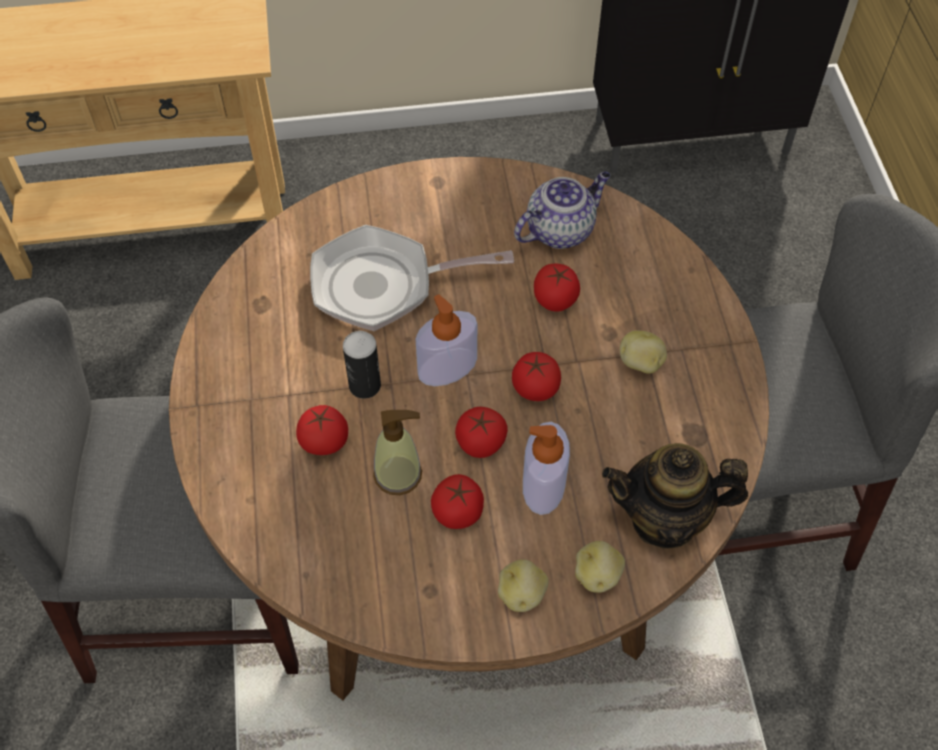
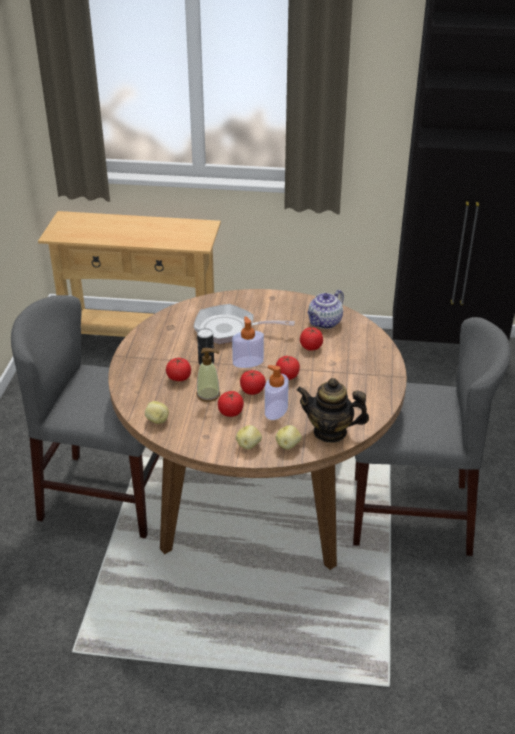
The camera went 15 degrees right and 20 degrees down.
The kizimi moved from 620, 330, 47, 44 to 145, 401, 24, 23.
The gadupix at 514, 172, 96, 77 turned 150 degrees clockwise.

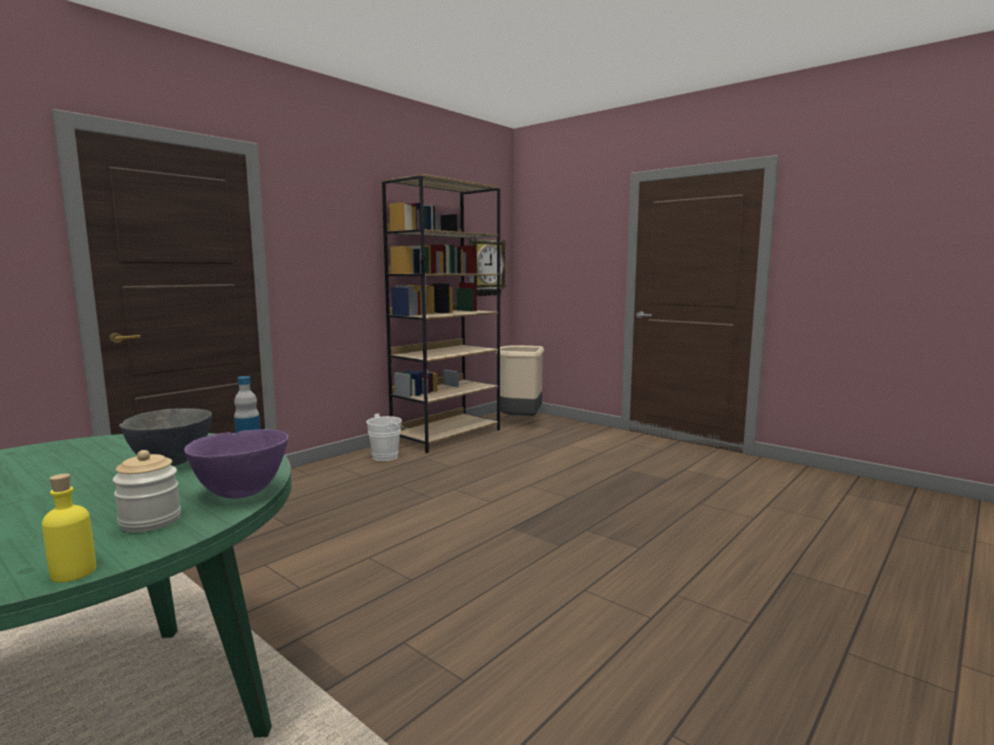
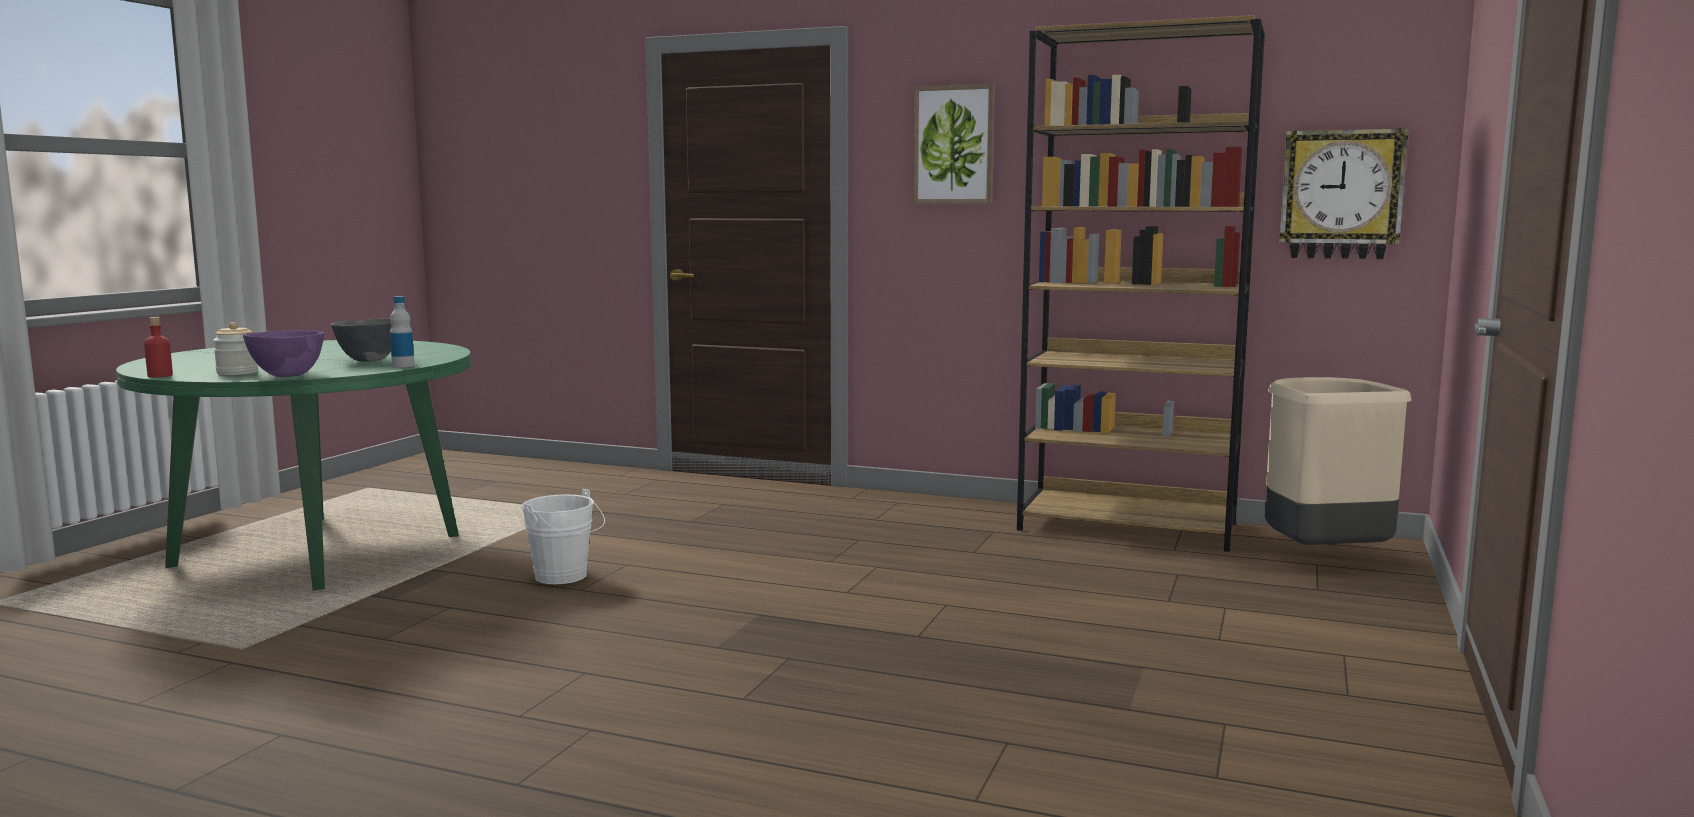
The camera went 70 degrees right and 0 degrees up.
The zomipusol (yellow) at 42, 474, 54, 109 became the zomipusol (red) at 144, 317, 29, 60.
The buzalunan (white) moved from 366, 413, 42, 48 to 521, 489, 84, 95.
The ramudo at 913, 84, 82, 120 appeared.

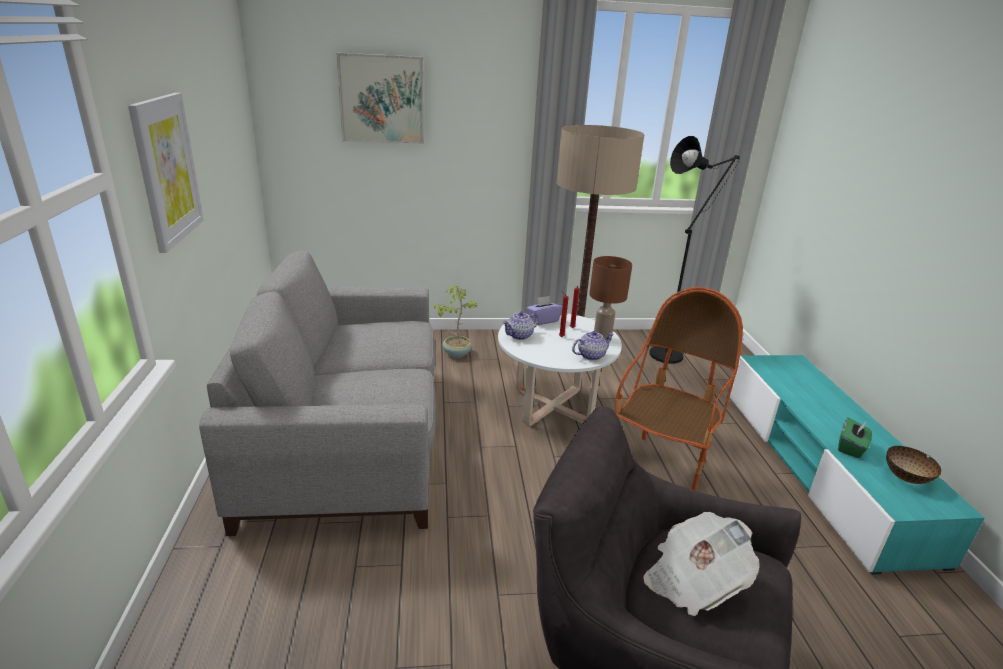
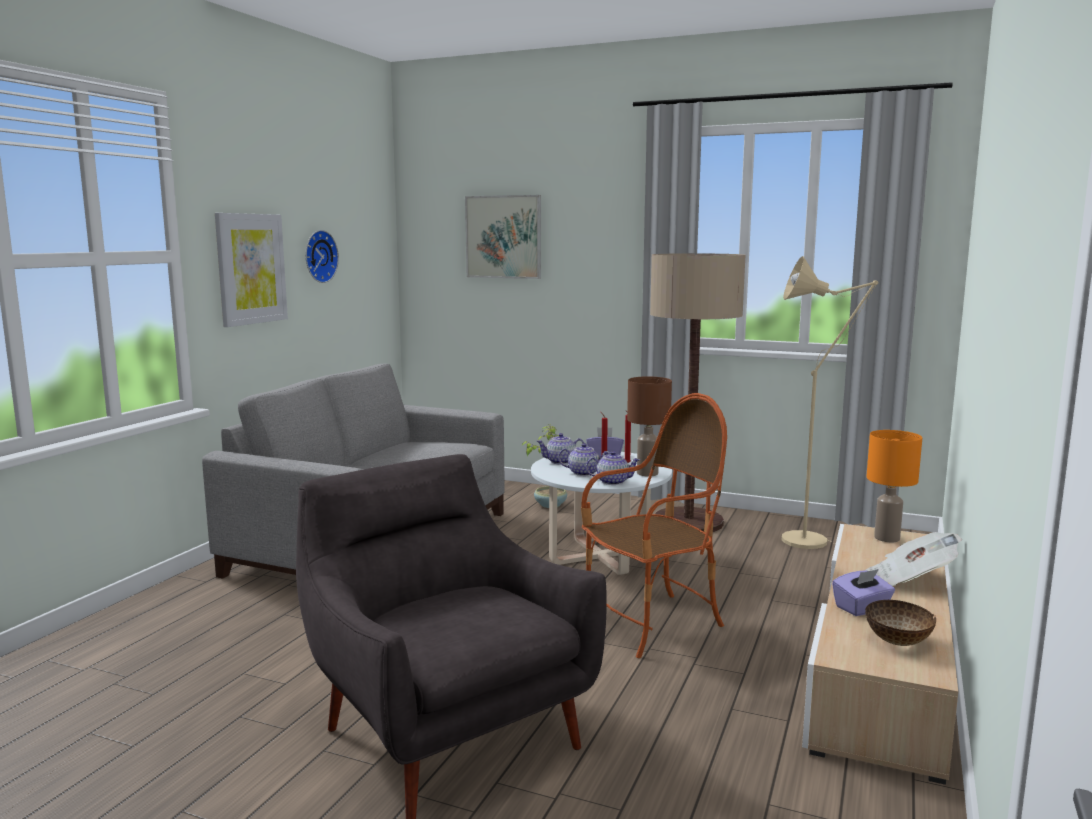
The camera went 30 degrees right and 15 degrees down.
The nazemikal at 305, 230, 34, 53 appeared.
The gadupix at 558, 443, 52, 33 appeared.
The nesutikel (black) at 650, 136, 90, 228 became the nesutikel (beige) at 782, 256, 96, 293.
The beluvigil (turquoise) at 730, 355, 254, 220 became the beluvigil (beige) at 802, 524, 156, 261.
The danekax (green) at 838, 417, 34, 41 became the danekax (purple) at 832, 569, 63, 47.
The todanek moved from 643, 512, 117, 104 to 865, 532, 97, 54.
The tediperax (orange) at 866, 430, 56, 112 appeared.

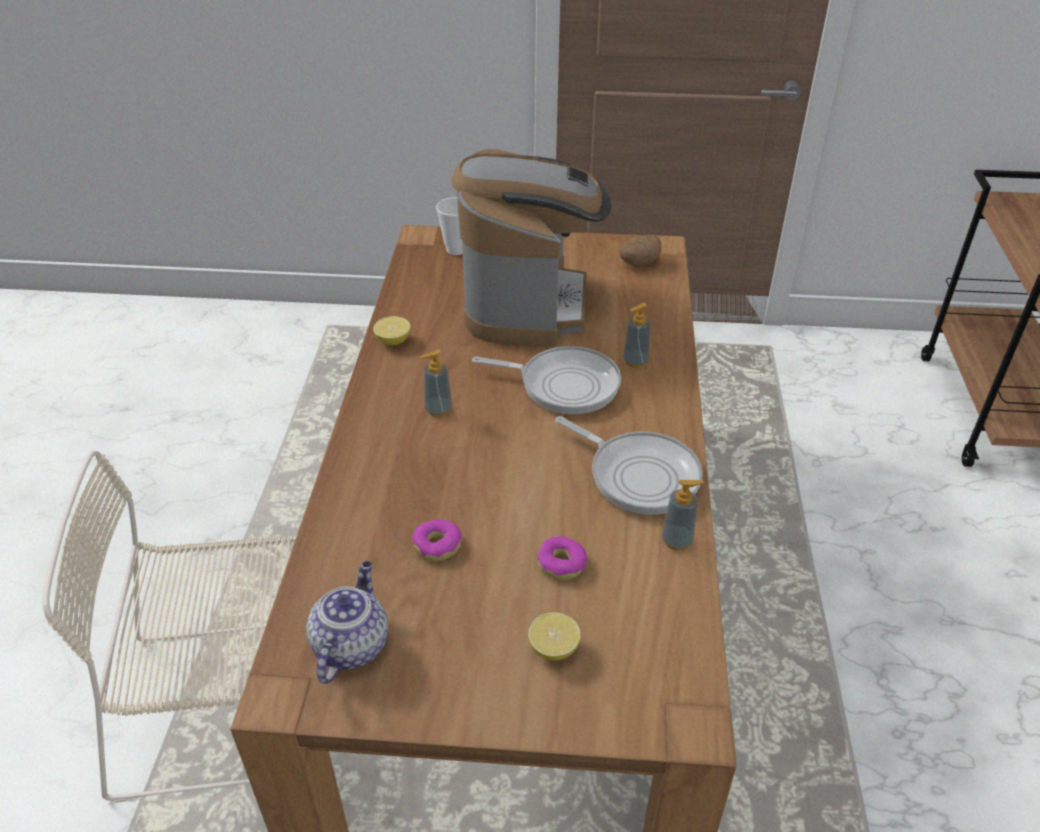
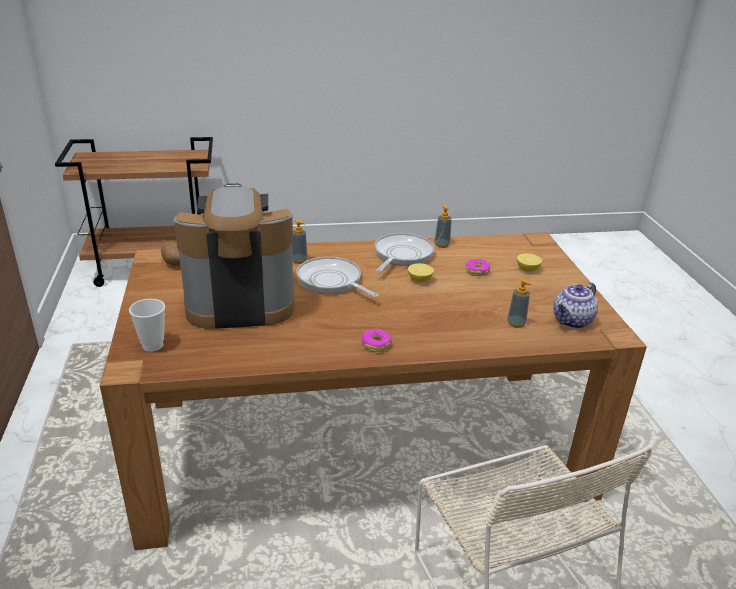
The camera went 105 degrees left and 10 degrees down.
The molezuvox at 472, 346, 149, 68 turned 45 degrees counterclockwise.
The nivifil moved from 412, 519, 50, 42 to 361, 329, 31, 23.
The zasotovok moved from 373, 316, 38, 29 to 408, 263, 26, 19.
The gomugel moved from 421, 350, 31, 67 to 507, 278, 26, 50.
The gadupix at 306, 561, 82, 123 turned 45 degrees counterclockwise.

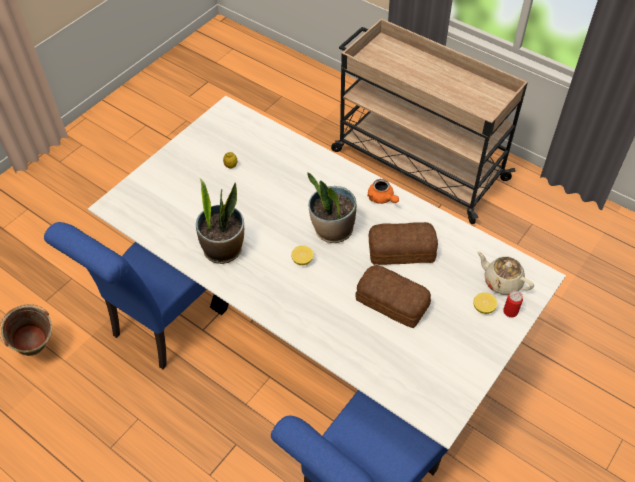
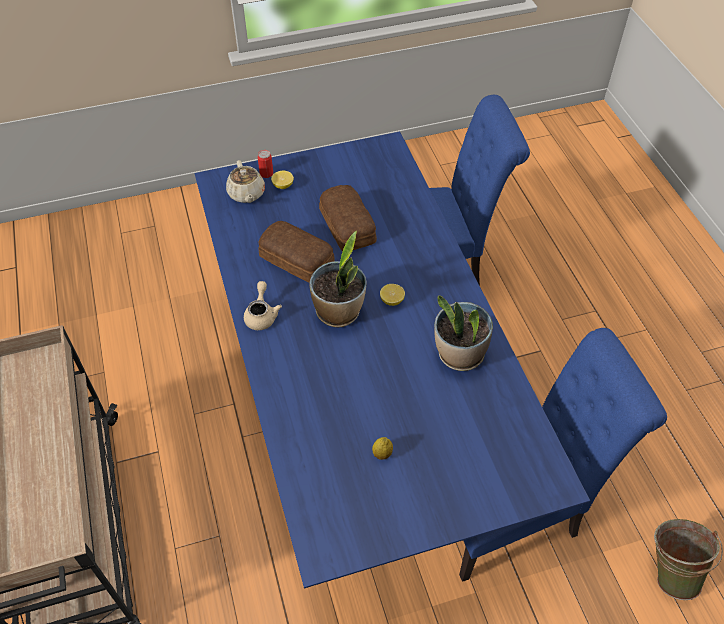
The camera went 145 degrees left and 0 degrees up.
The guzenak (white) at 88, 96, 478, 354 became the guzenak (blue) at 194, 131, 396, 457.
The gadupix (orange) at 367, 179, 32, 25 became the gadupix (beige) at 244, 281, 38, 49.

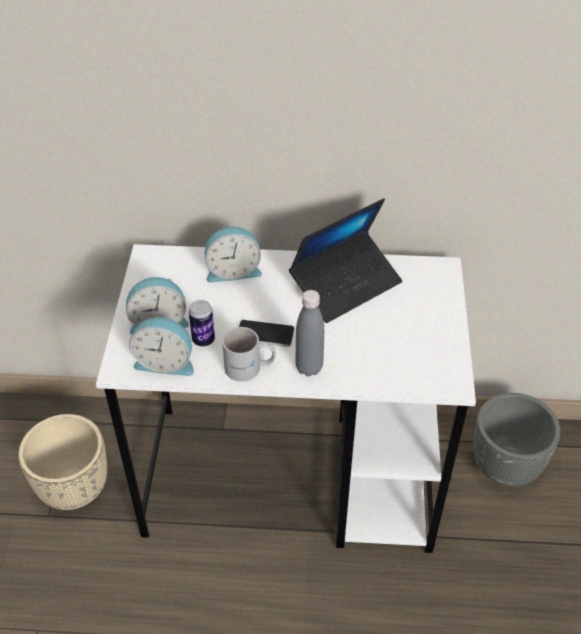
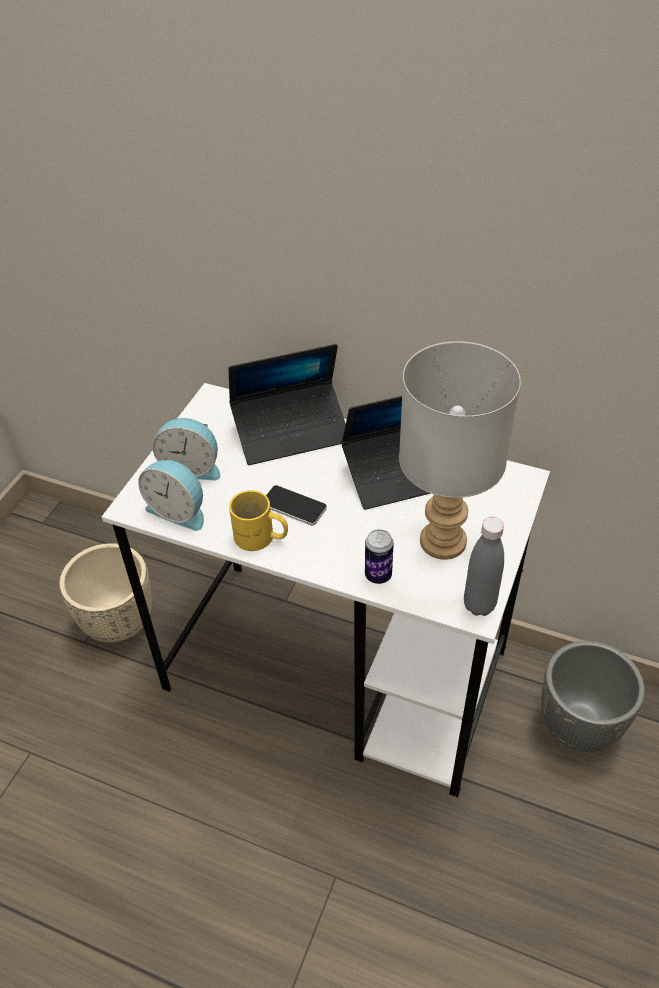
The camera went 20 degrees right and 0 degrees up.
The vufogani at 205, 227, 57, 55 was replaced by the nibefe at 228, 344, 118, 121.
The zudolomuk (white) at 222, 327, 54, 55 became the zudolomuk (yellow) at 229, 490, 59, 61.
The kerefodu moved from 189, 300, 26, 47 to 365, 529, 29, 55.
The tediperax (grey) at 399, 341, 122, 219 appeared.
The zomipusol (grey) moved from 295, 290, 29, 86 to 464, 517, 40, 99.

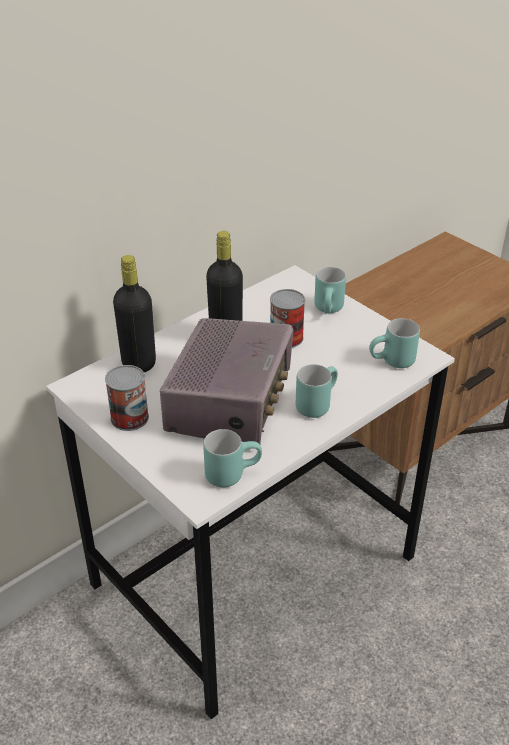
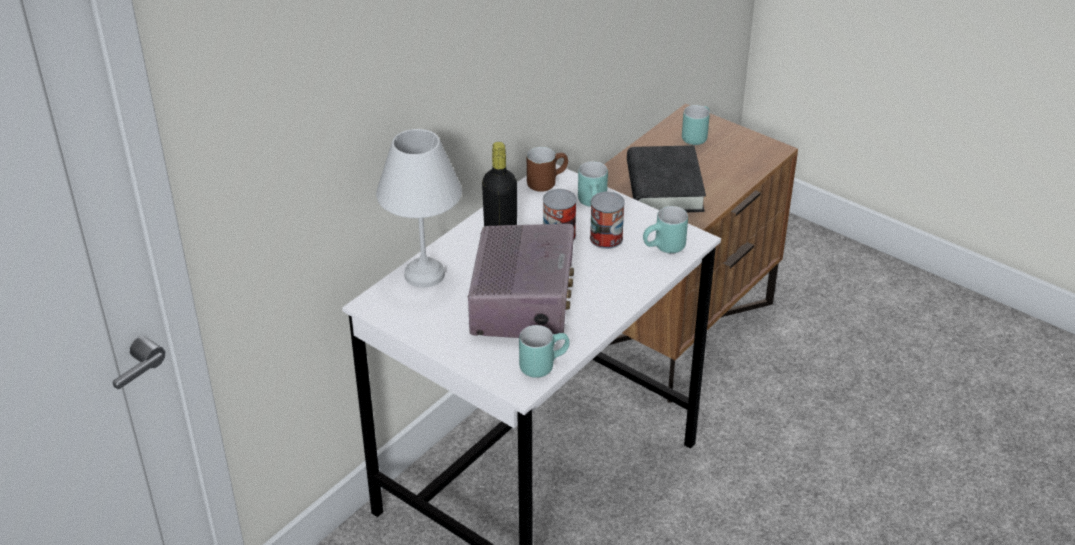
The camera went 10 degrees left and 0 degrees up.
The zomipusol (black) at 113, 255, 43, 117 was replaced by the tediperax (white) at 376, 129, 86, 159.
The zudolomuk (brown) at 527, 147, 41, 45 appeared.
The kerefodu moved from 105, 365, 44, 66 to 590, 192, 35, 57.
The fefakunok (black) at 627, 145, 79, 67 appeared.
The zudolomuk (turquoise) moved from 296, 364, 42, 54 to 682, 105, 28, 40.

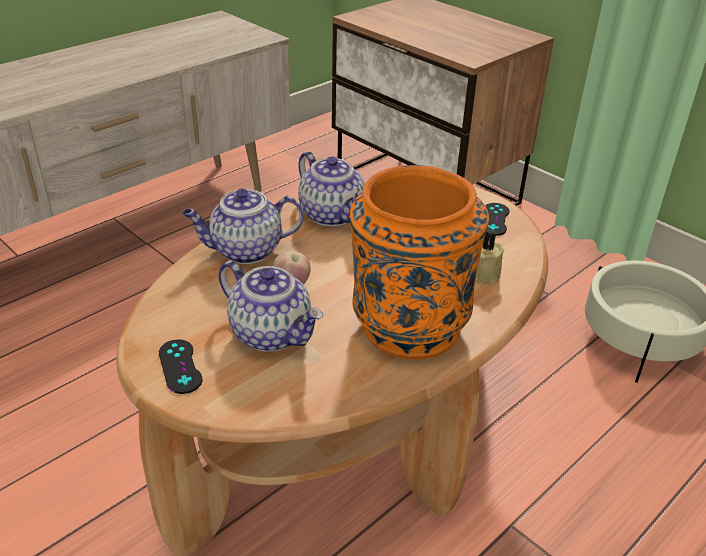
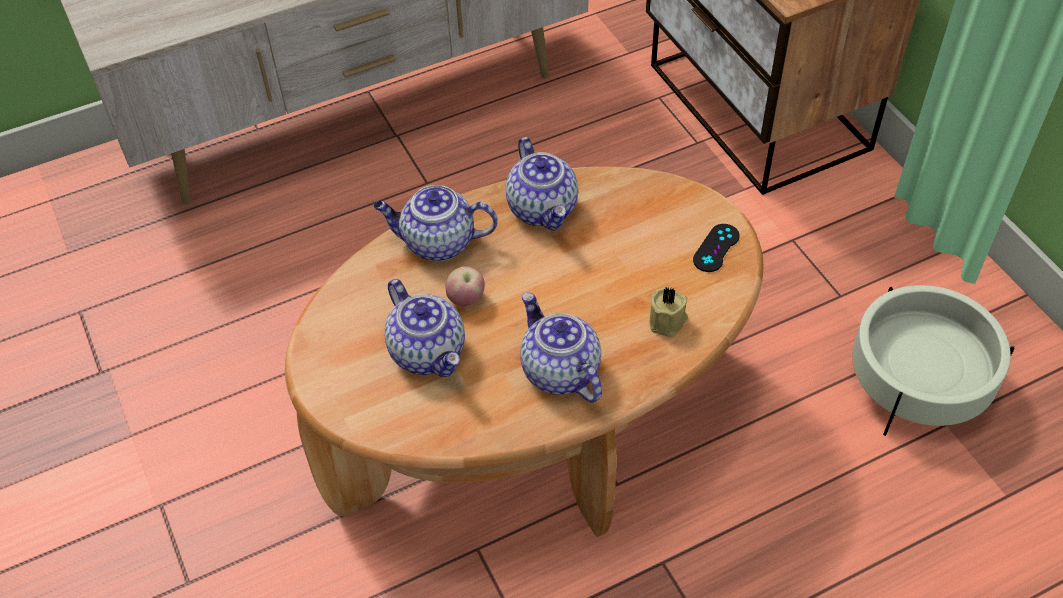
The camera went 20 degrees right and 15 degrees up.
The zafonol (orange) at 350, 165, 139, 194 was replaced by the gadupix at 520, 292, 82, 110.
The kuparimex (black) at 159, 339, 44, 55 disappeared.

